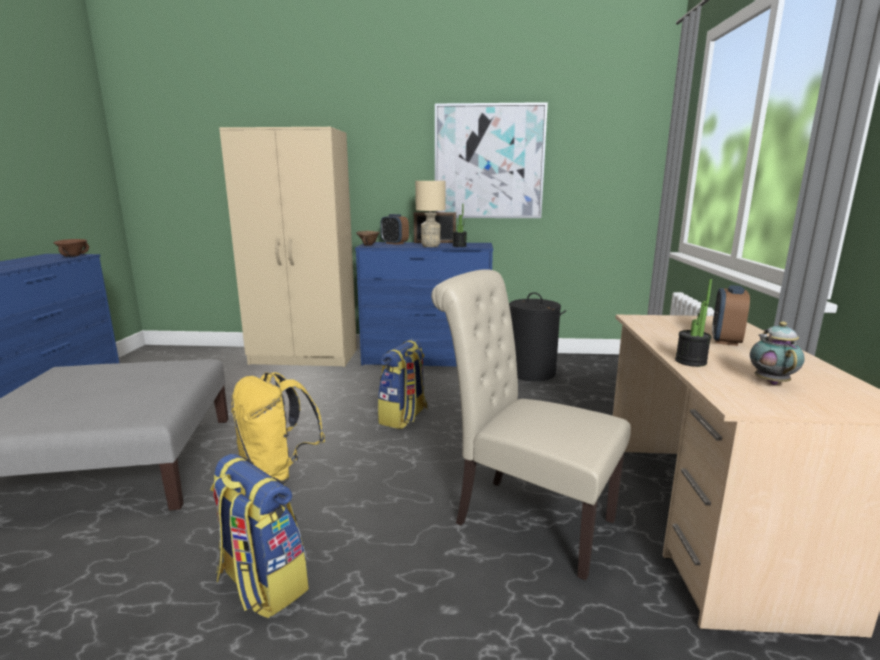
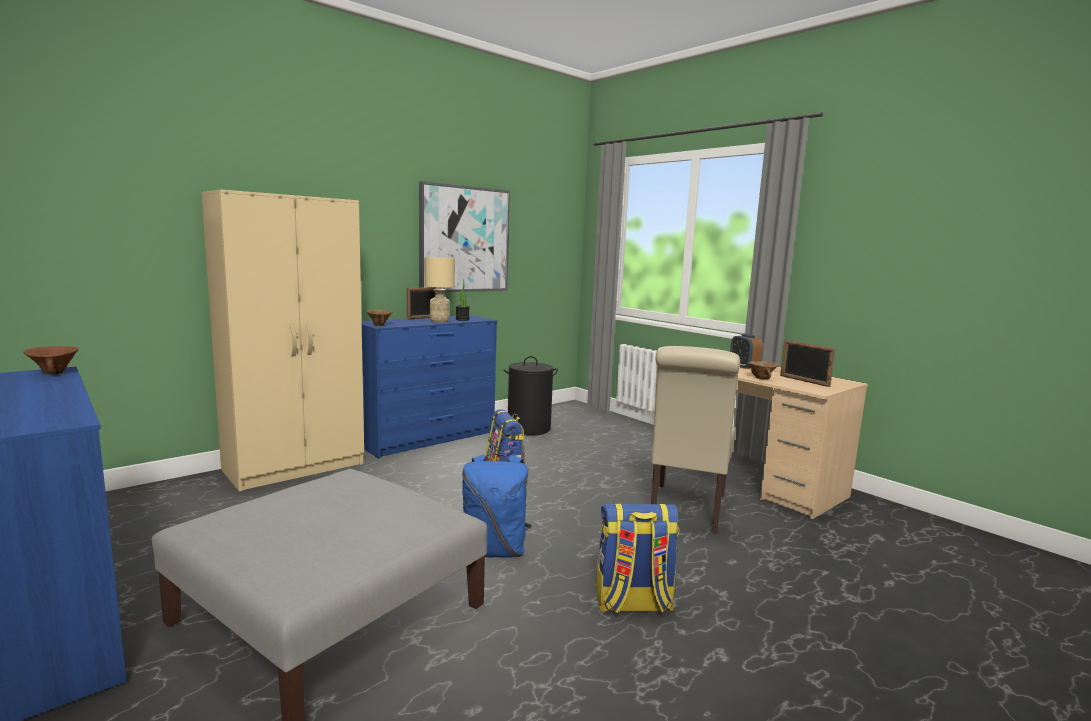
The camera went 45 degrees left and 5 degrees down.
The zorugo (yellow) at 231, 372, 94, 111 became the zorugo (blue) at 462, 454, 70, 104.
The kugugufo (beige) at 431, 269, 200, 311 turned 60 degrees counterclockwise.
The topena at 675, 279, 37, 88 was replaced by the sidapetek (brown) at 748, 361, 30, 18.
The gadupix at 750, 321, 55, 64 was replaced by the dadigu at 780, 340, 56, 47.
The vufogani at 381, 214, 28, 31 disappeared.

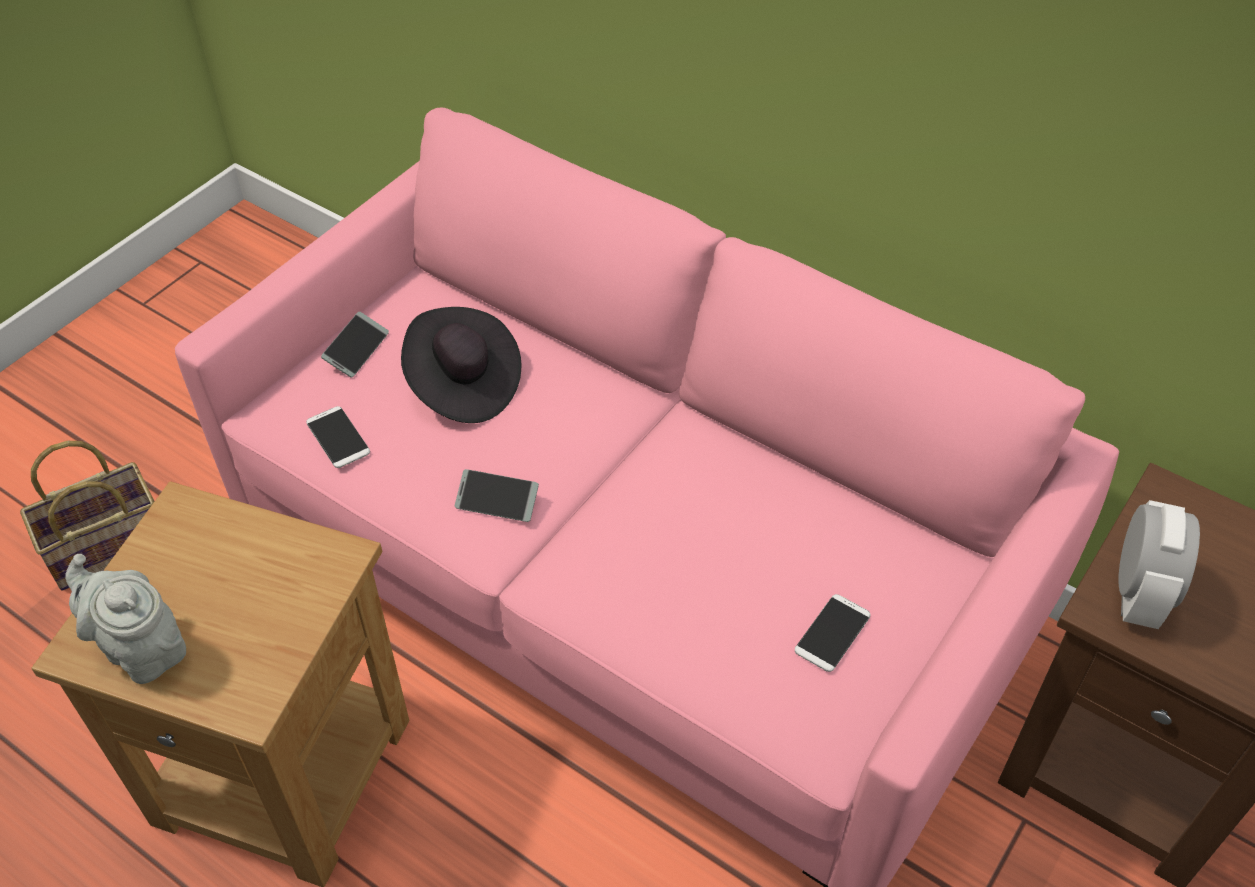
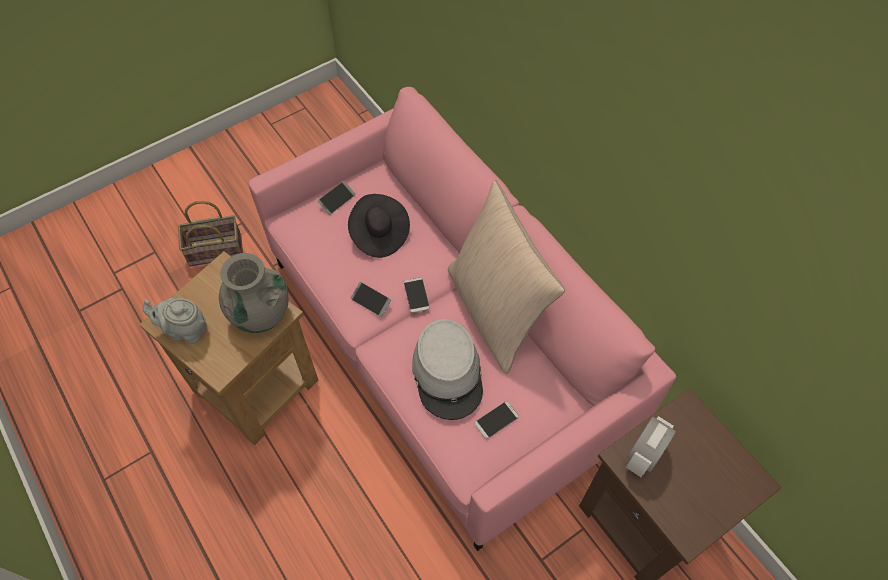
The camera went 20 degrees right and 10 degrees up.
The gadupix (grey) at 65, 554, 121, 130 turned 45 degrees counterclockwise.
The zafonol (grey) at 219, 253, 69, 80 appeared.
The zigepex moved from 306, 406, 64, 62 to 404, 277, 26, 36.
The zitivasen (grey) at 412, 319, 71, 101 appeared.
The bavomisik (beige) at 448, 180, 117, 194 appeared.

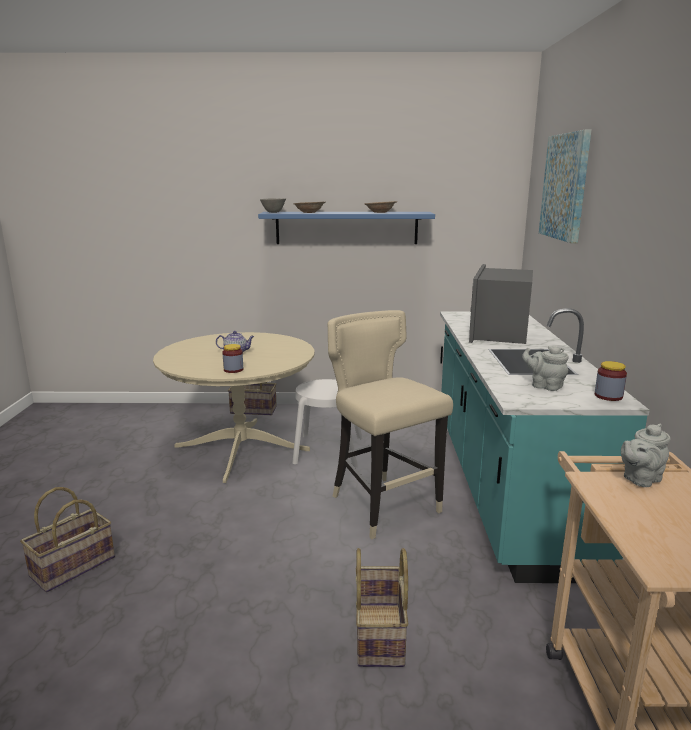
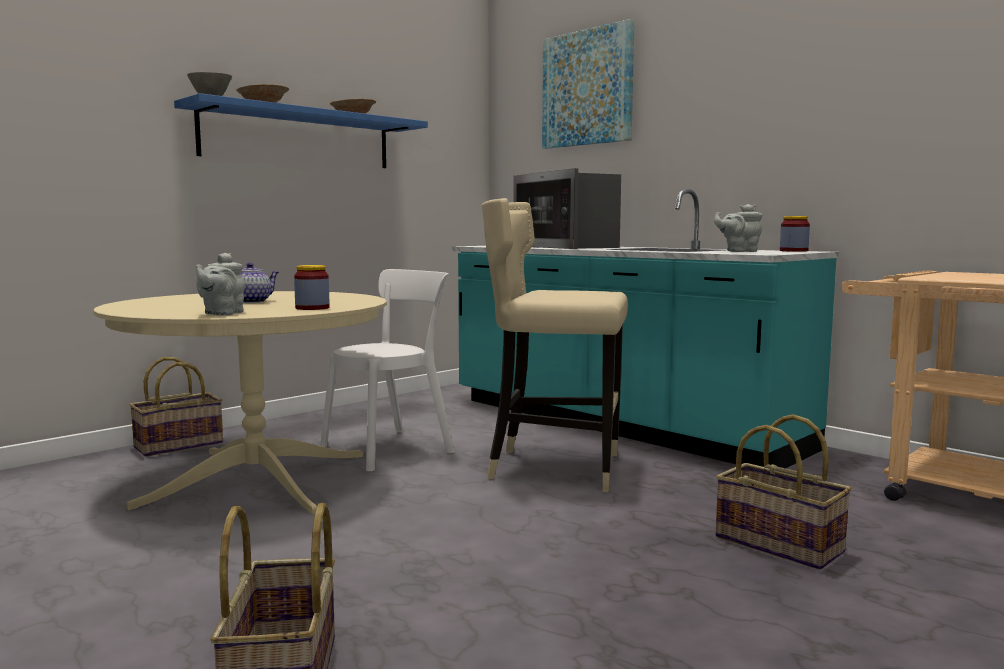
The camera went 45 degrees left and 10 degrees down.
The gadupix (grey) moved from 621, 424, 49, 63 to 195, 253, 50, 63.

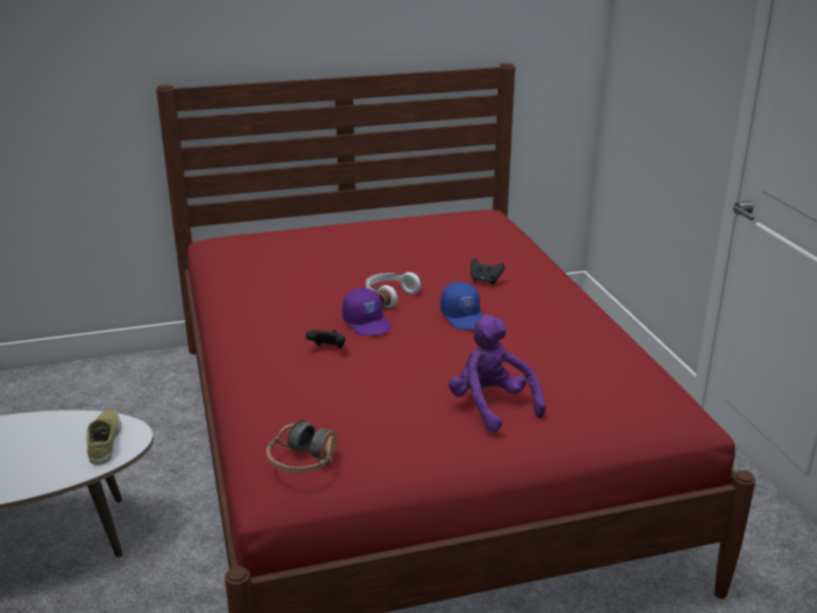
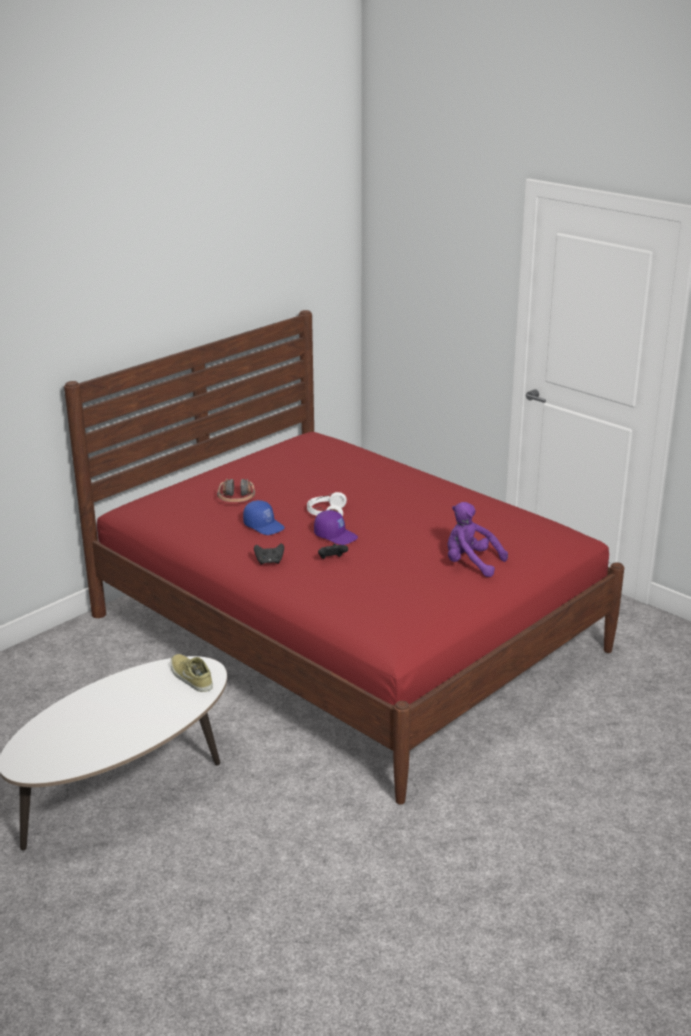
The camera went 30 degrees left and 0 degrees up.
The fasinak moved from 267, 420, 71, 54 to 217, 478, 38, 24.
The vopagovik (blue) moved from 440, 282, 44, 48 to 243, 500, 42, 35.
The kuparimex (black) moved from 470, 258, 35, 27 to 254, 543, 30, 22.

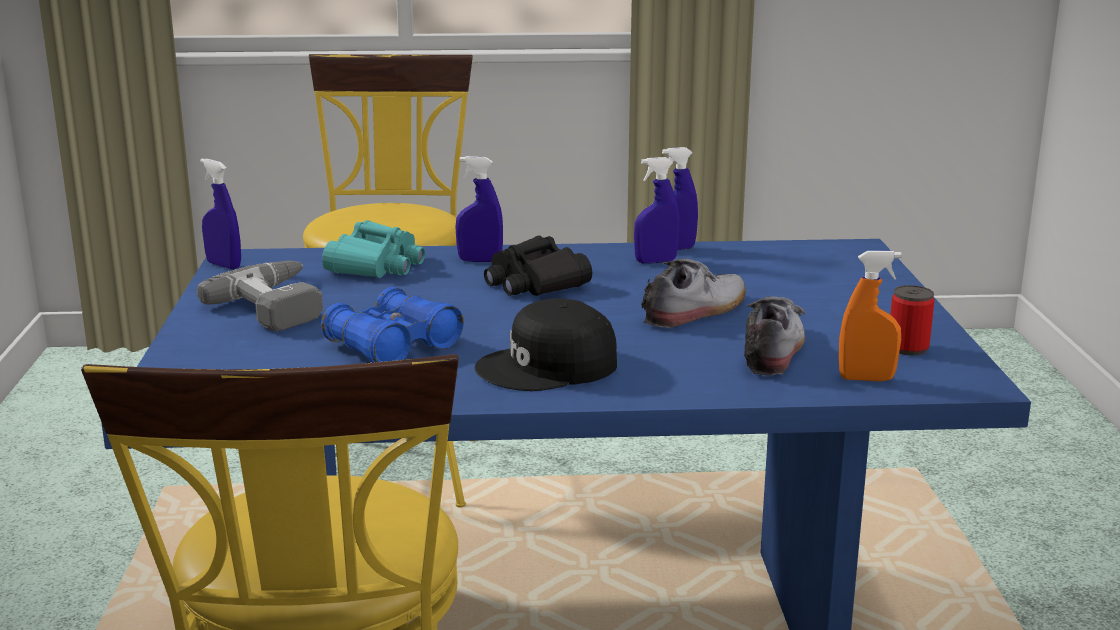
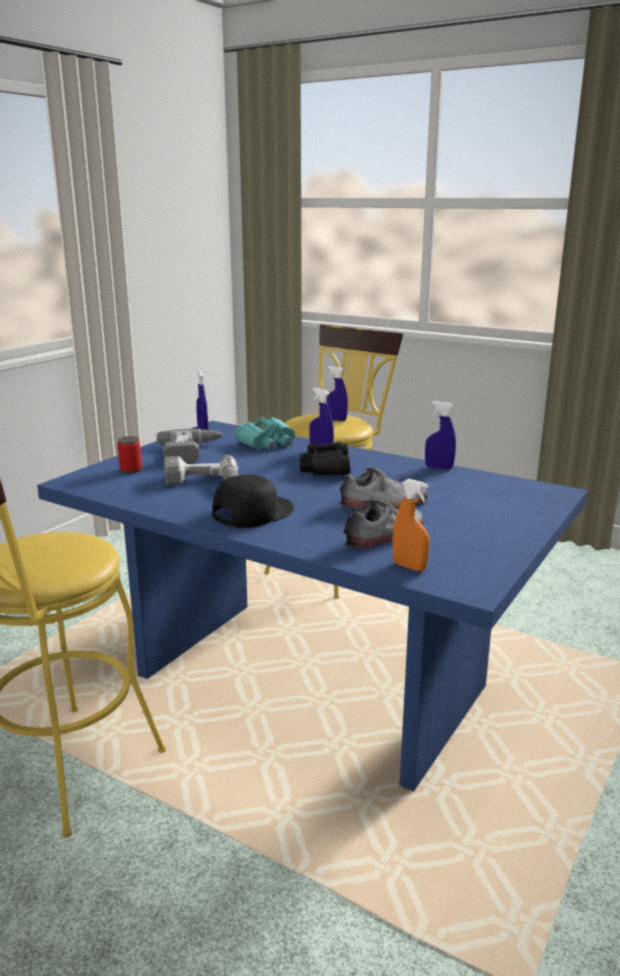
The camera went 35 degrees right and 0 degrees up.
The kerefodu moved from 890, 285, 45, 70 to 117, 436, 25, 38.
The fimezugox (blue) at 321, 287, 143, 76 was replaced by the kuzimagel at 164, 454, 75, 31.
The vopagovik (black) at 475, 298, 142, 93 turned 120 degrees clockwise.
The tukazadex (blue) moved from 634, 157, 45, 106 to 326, 366, 22, 55.

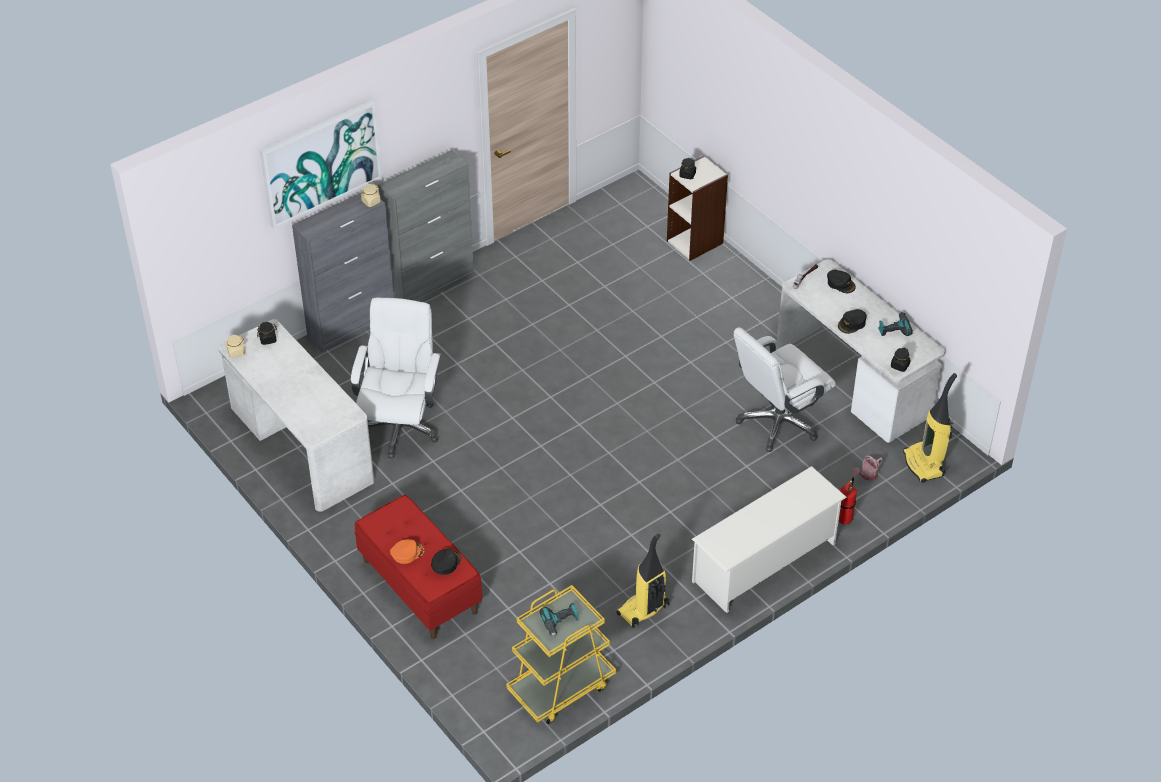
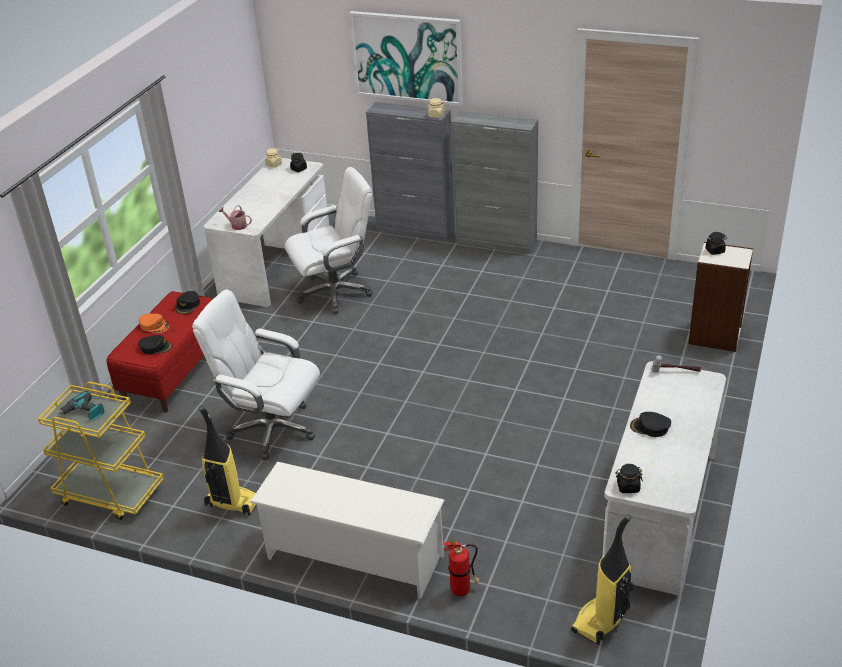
The camera went 60 degrees right and 10 degrees down.
The vopagovik (black) moved from 827, 270, 29, 23 to 176, 291, 24, 23.
The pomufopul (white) moved from 734, 327, 102, 125 to 192, 289, 128, 171.
The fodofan moved from 852, 456, 31, 25 to 218, 205, 34, 25.
The kuzimagel at 878, 312, 35, 24 disappeared.

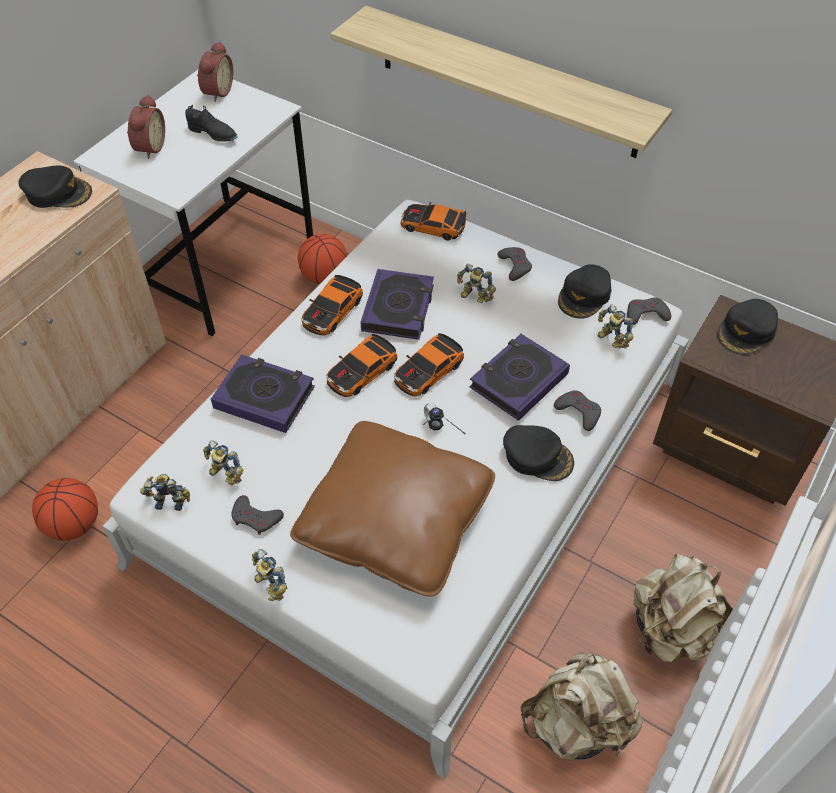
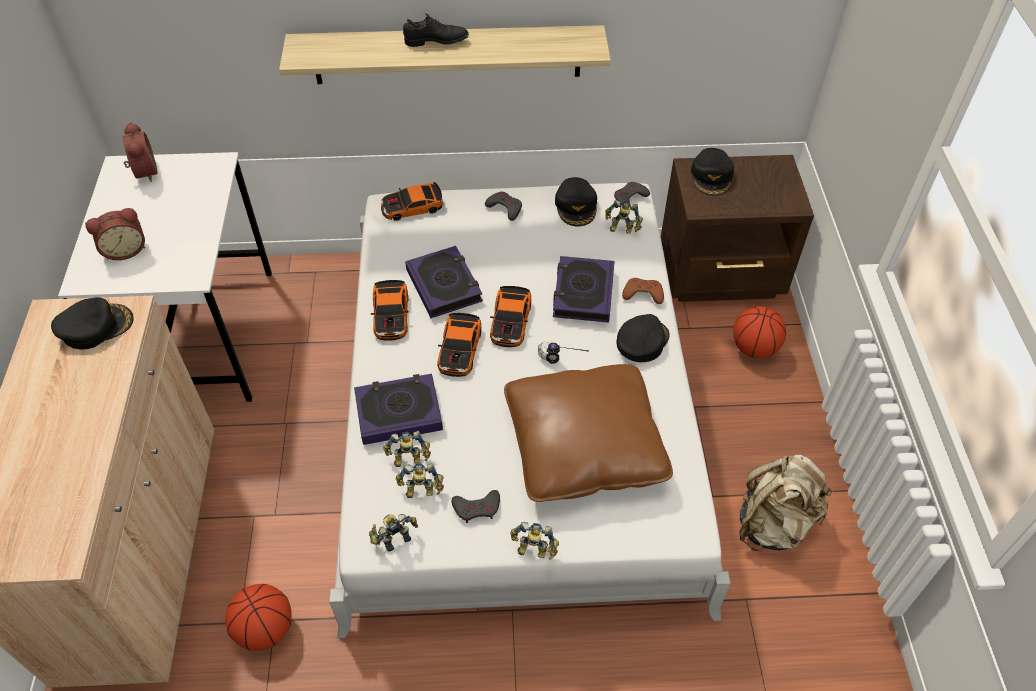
The camera went 35 degrees left and 0 degrees up.
The vufogani at 127, 95, 38, 64 turned 90 degrees clockwise.
The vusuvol moved from 457, 263, 39, 40 to 383, 431, 48, 36.
The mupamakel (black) moved from 185, 105, 52, 37 to 403, 13, 66, 34.
The vopagovik (black) at 503, 425, 71, 56 turned 45 degrees counterclockwise.
The kuparimex (grey) at 554, 390, 47, 41 became the kuparimex (brown) at 622, 278, 42, 26.
The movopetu moved from 298, 234, 49, 50 to 733, 306, 53, 52.
The zorugo (beige) at 634, 554, 99, 108 disappeared.

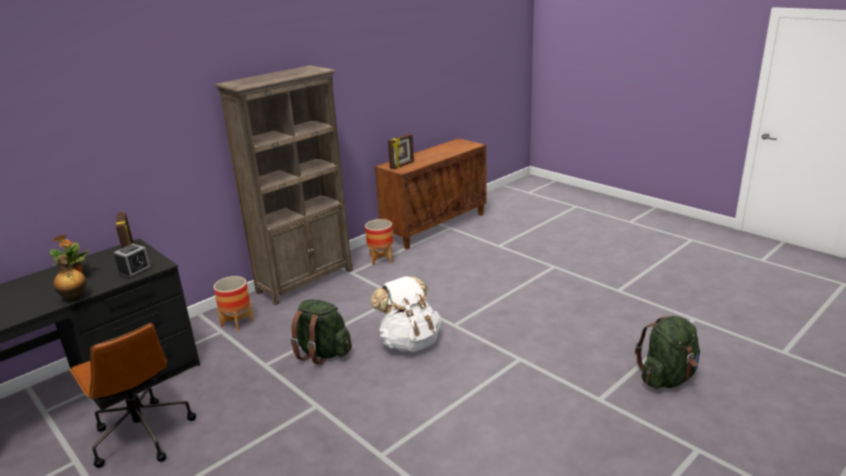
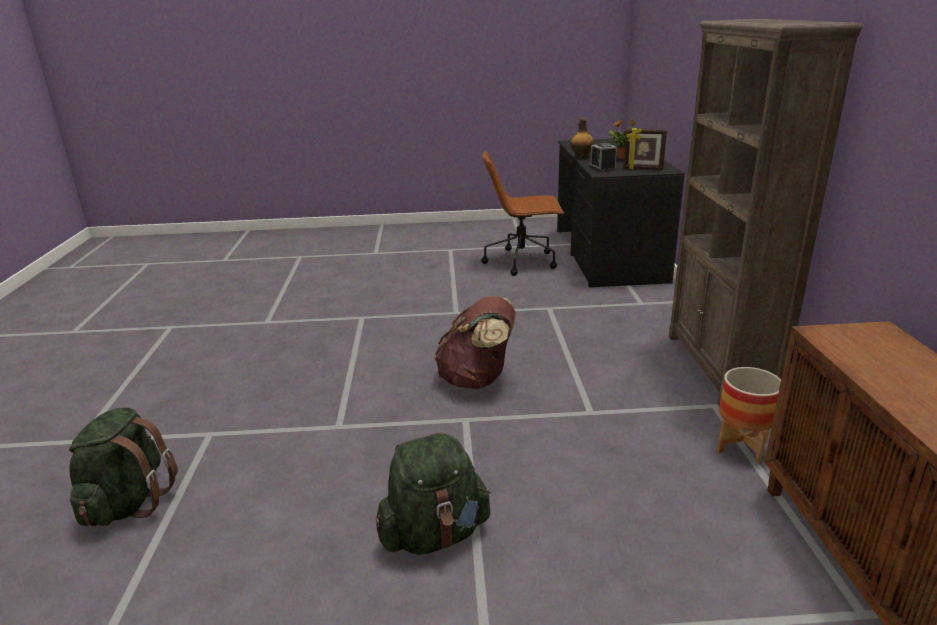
The camera went 130 degrees right and 0 degrees up.
The zorugo (green) moved from 291, 299, 61, 66 to 376, 433, 114, 122.
The zorugo (white) at 371, 276, 70, 76 became the zorugo (brown) at 434, 296, 82, 93.
The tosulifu at 214, 276, 40, 56 disappeared.
The dadigu at 388, 134, 26, 35 disappeared.

